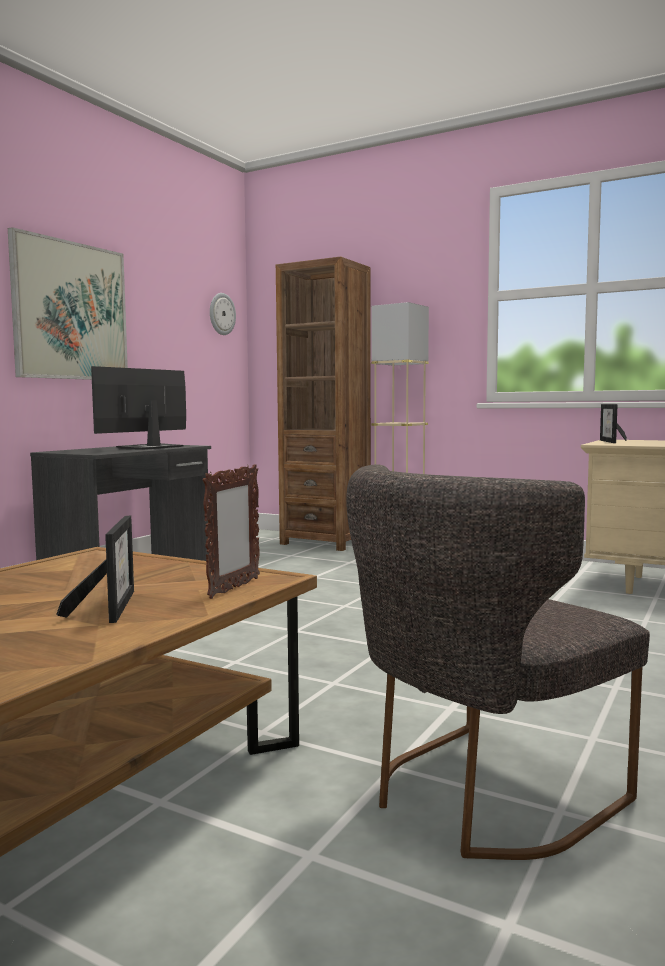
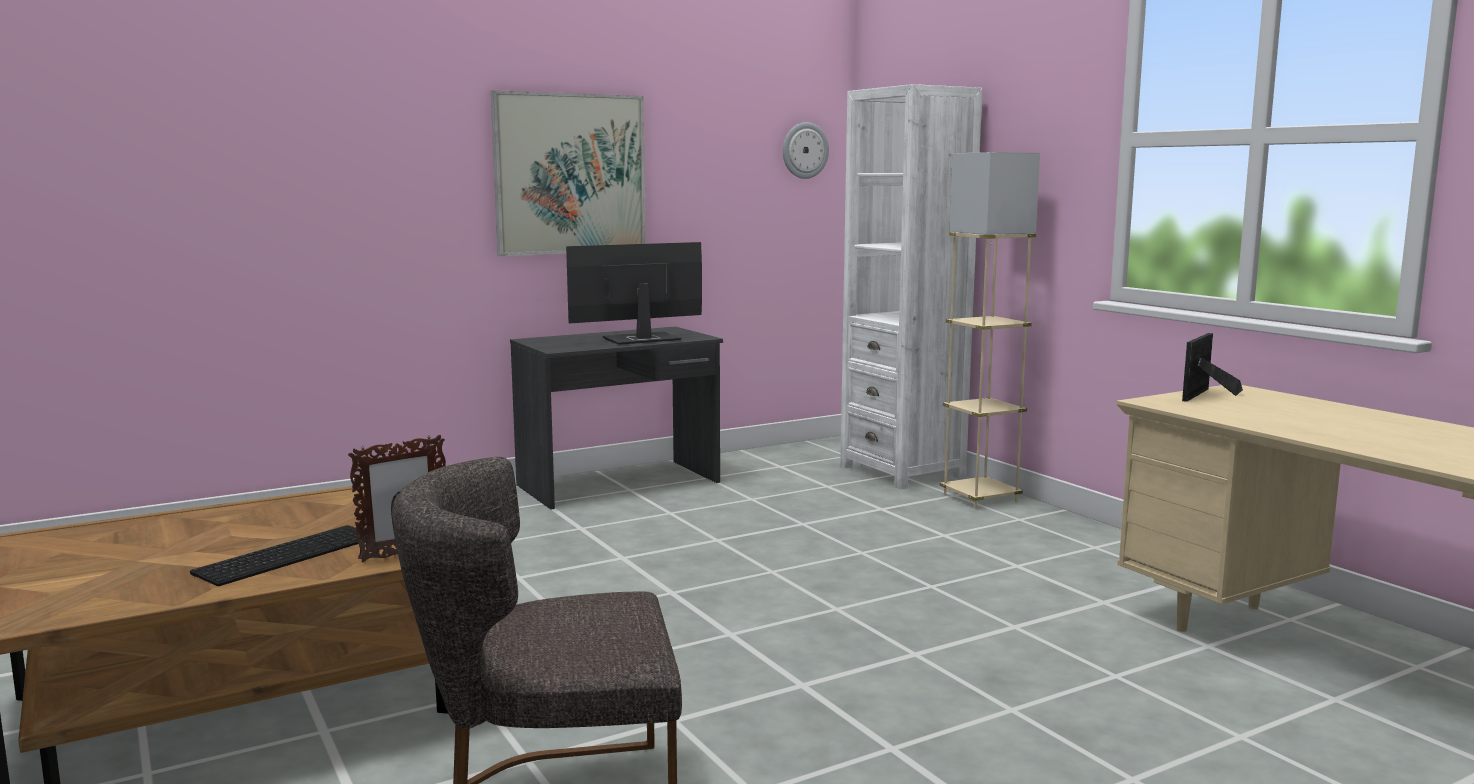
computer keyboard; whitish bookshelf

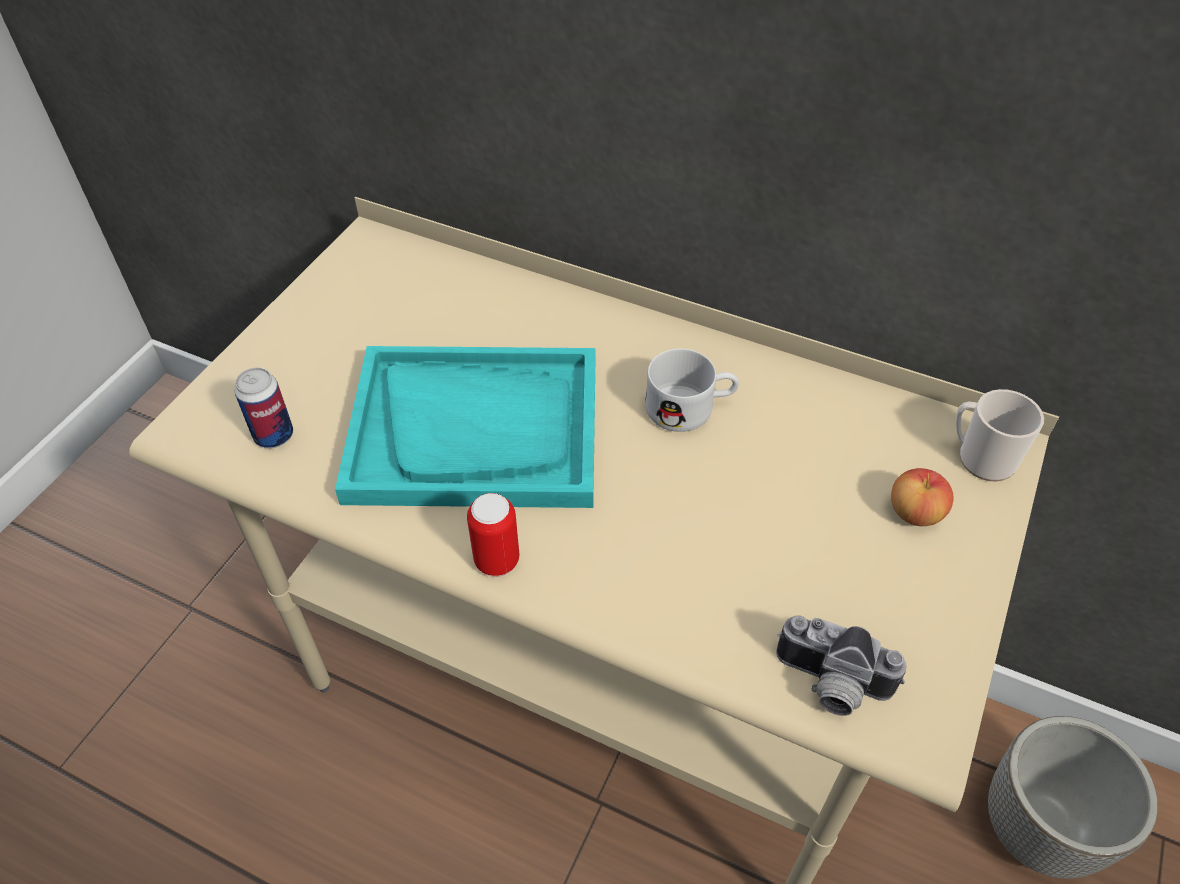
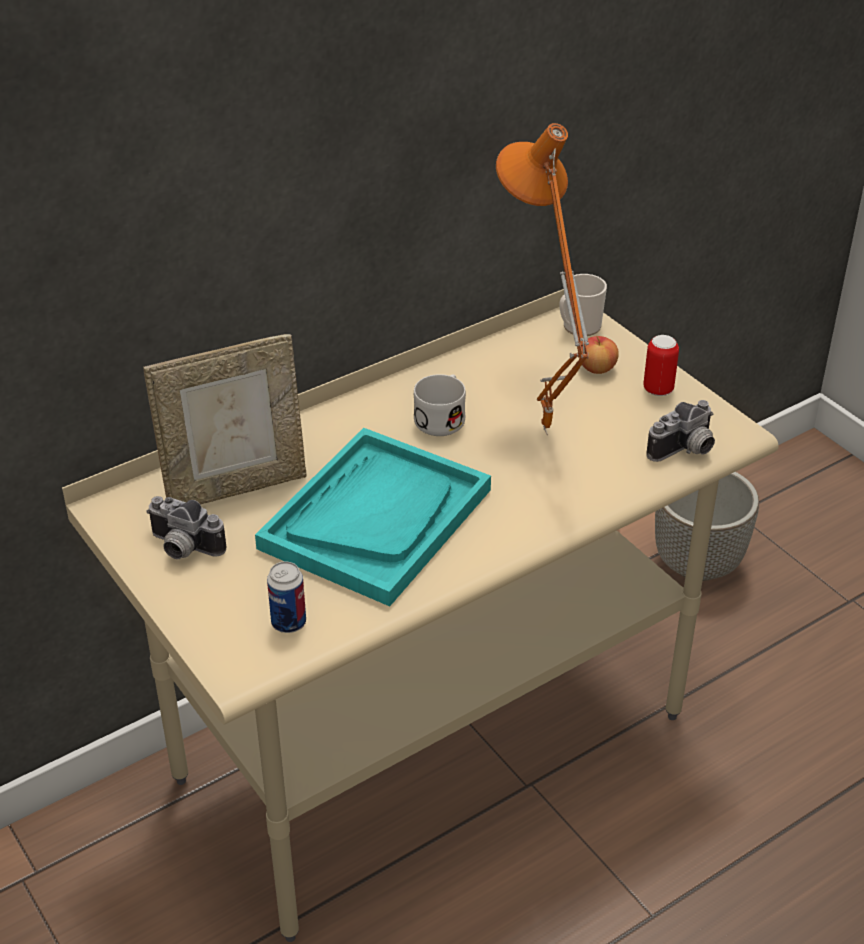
picture frame; still camera (1st from left); orange table lamp; sealed can (2nd from left)

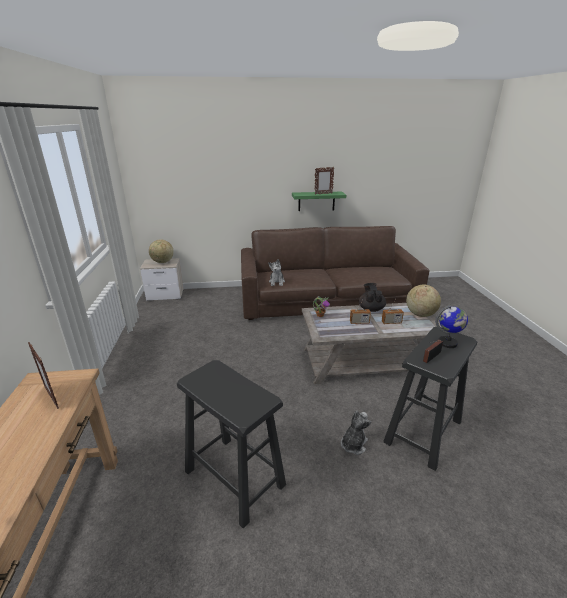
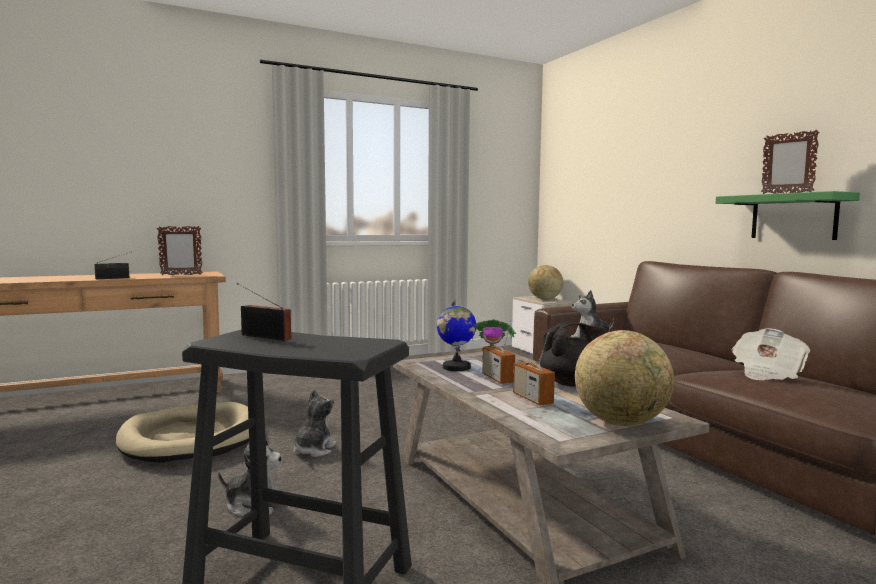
radio set (1st from left); sand-coloured dog bed; picture frame (1st from left); cuddly toy (2nd from left); globe (1st from left); daily paper

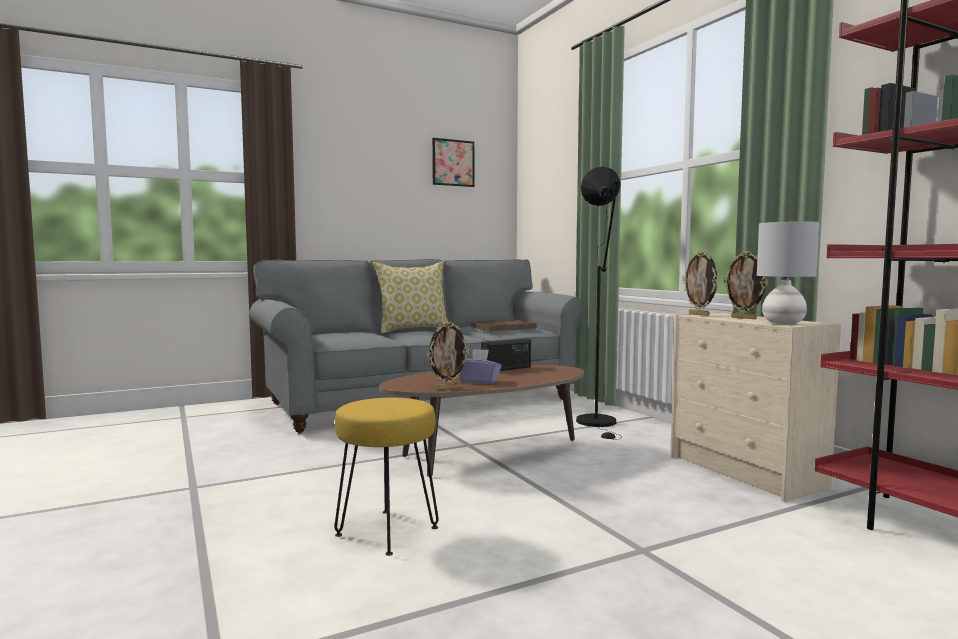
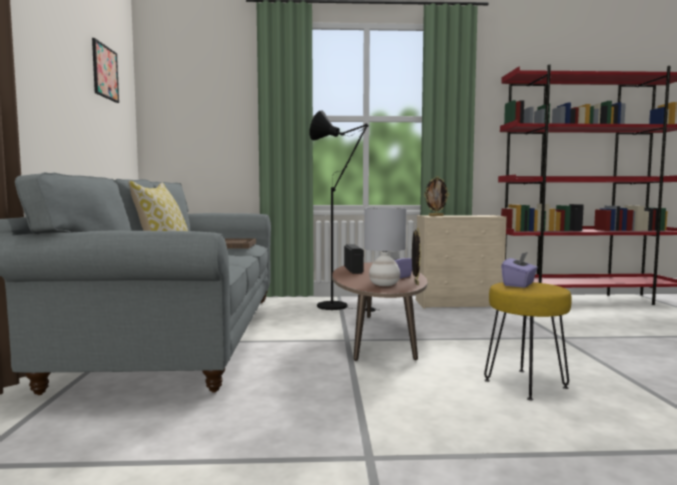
gray table lamp; purple tissue holder (2nd from left); picture frame (3rd from left in the first image)

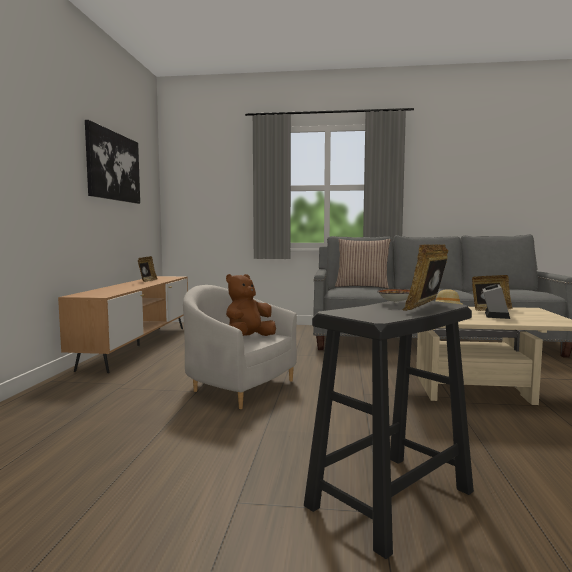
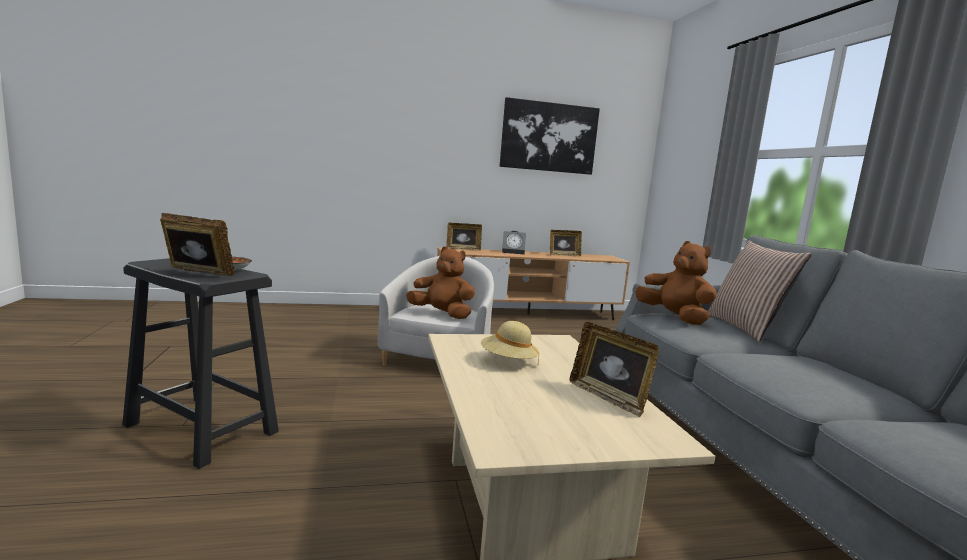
picture frame (2nd from left); bedside clock; brown cuddly toy (2nd from left)

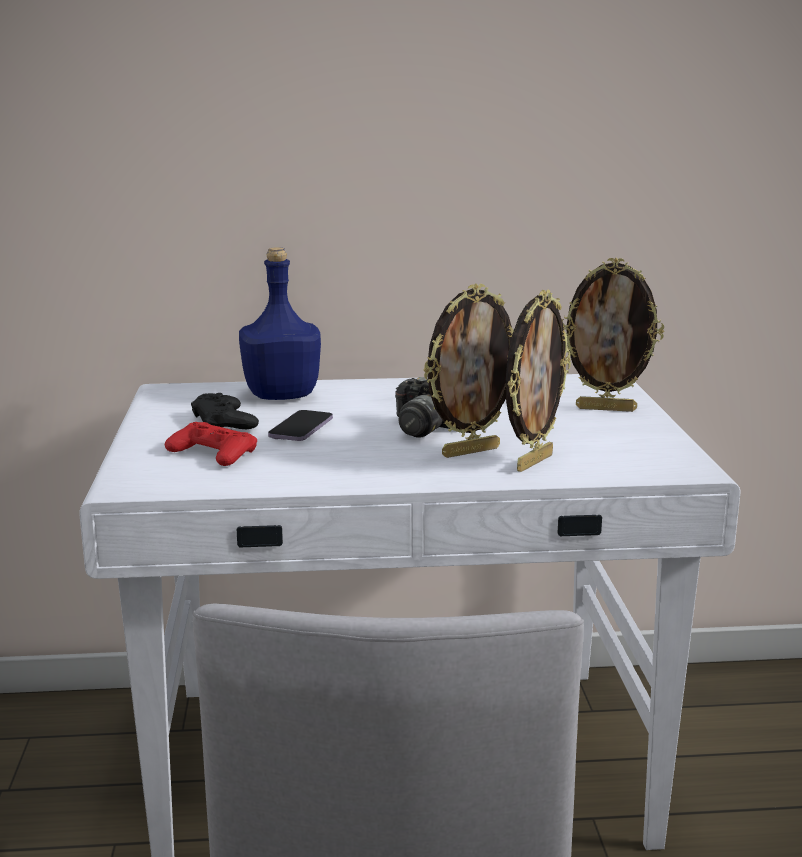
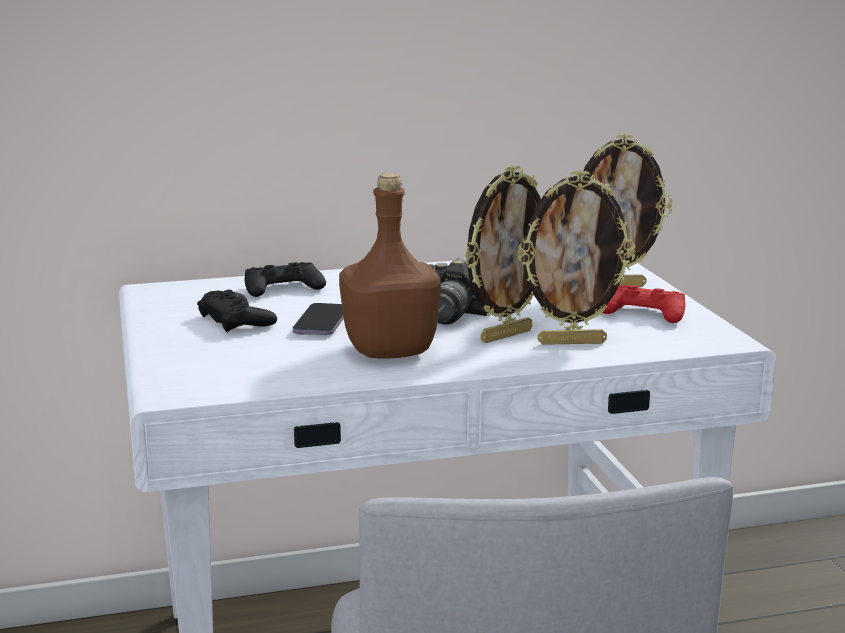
blackish joypad (2nd from left); brown drink bottle; picture frame (2nd from left); red-coloured joypad

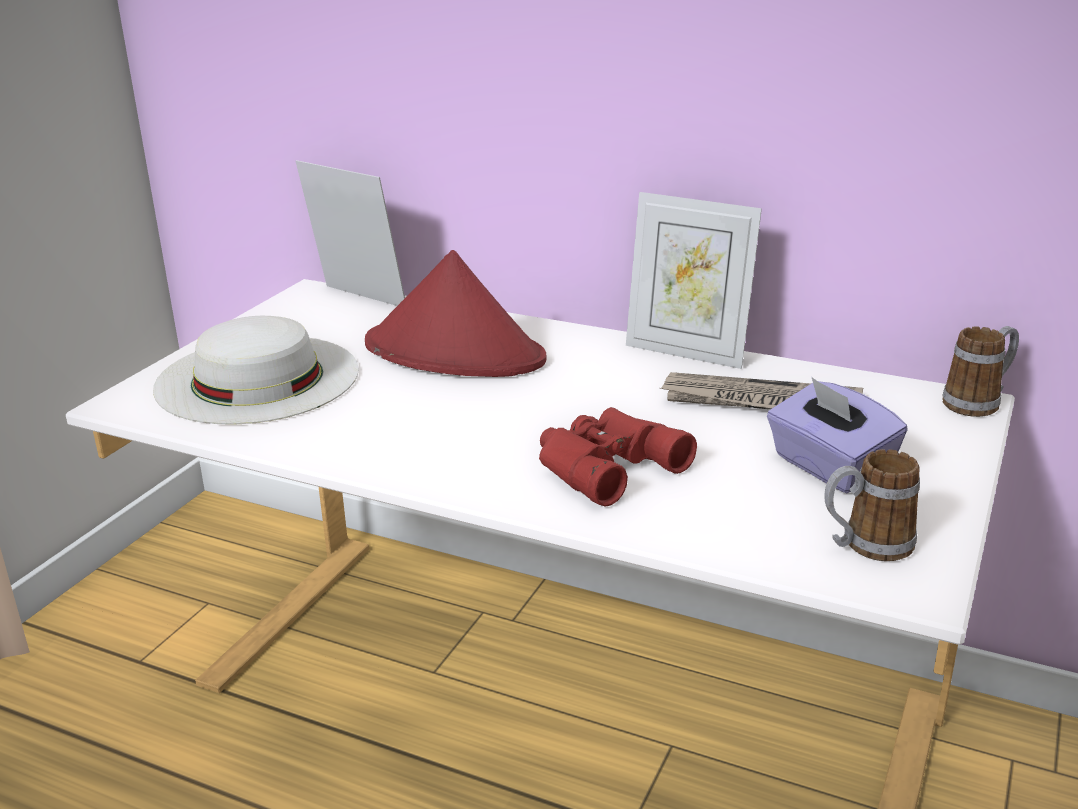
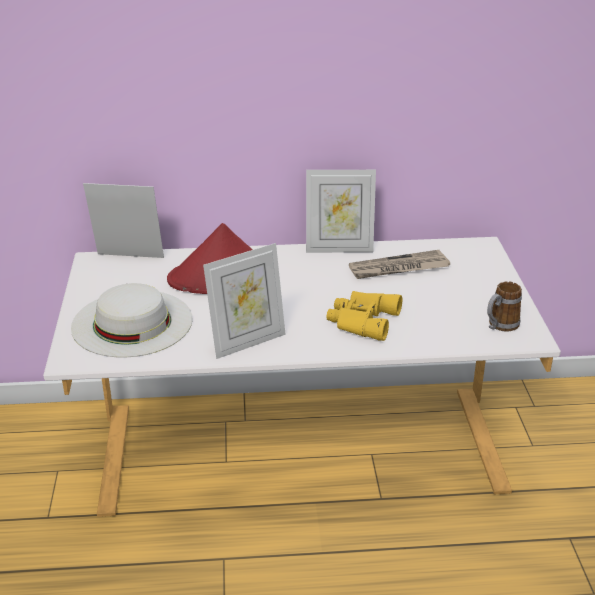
picture frame (2nd from left); yellowish field glasses; purple tissue holder; mug (2nd from left in the first image)

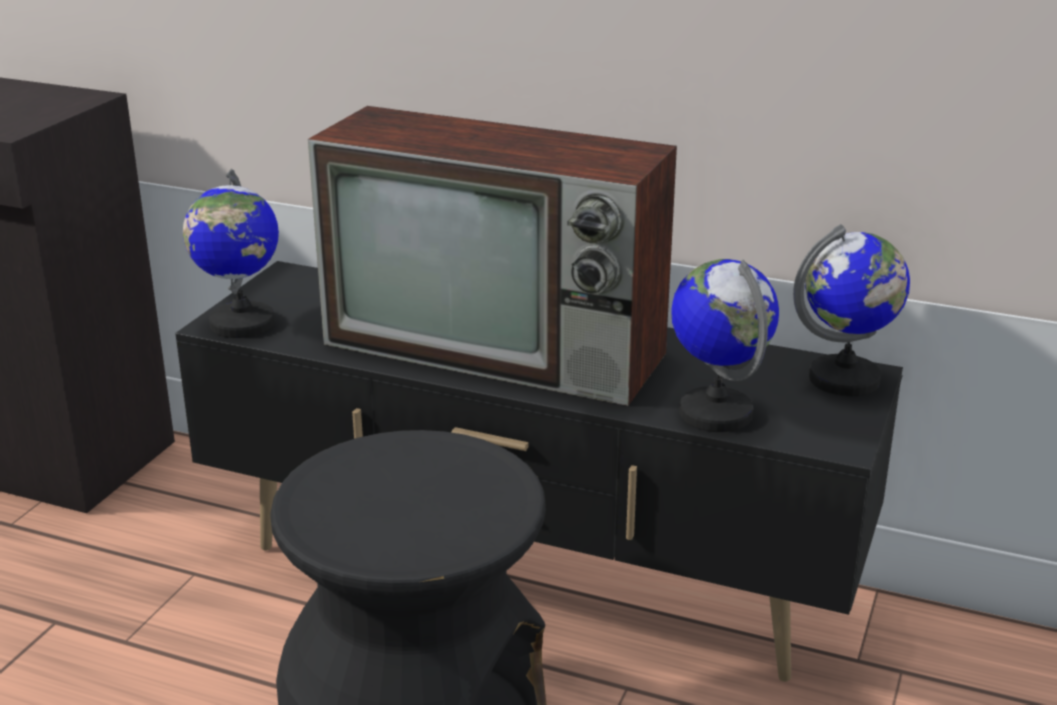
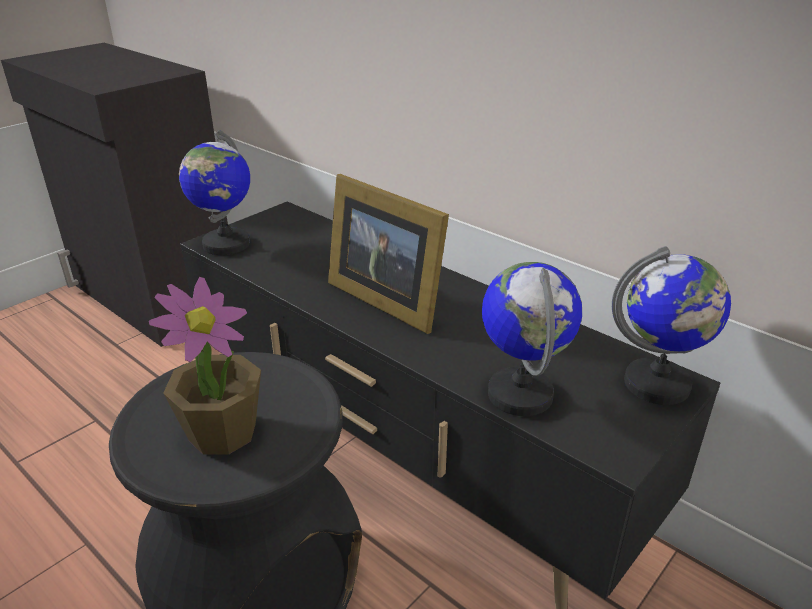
plant in a pot; picture frame

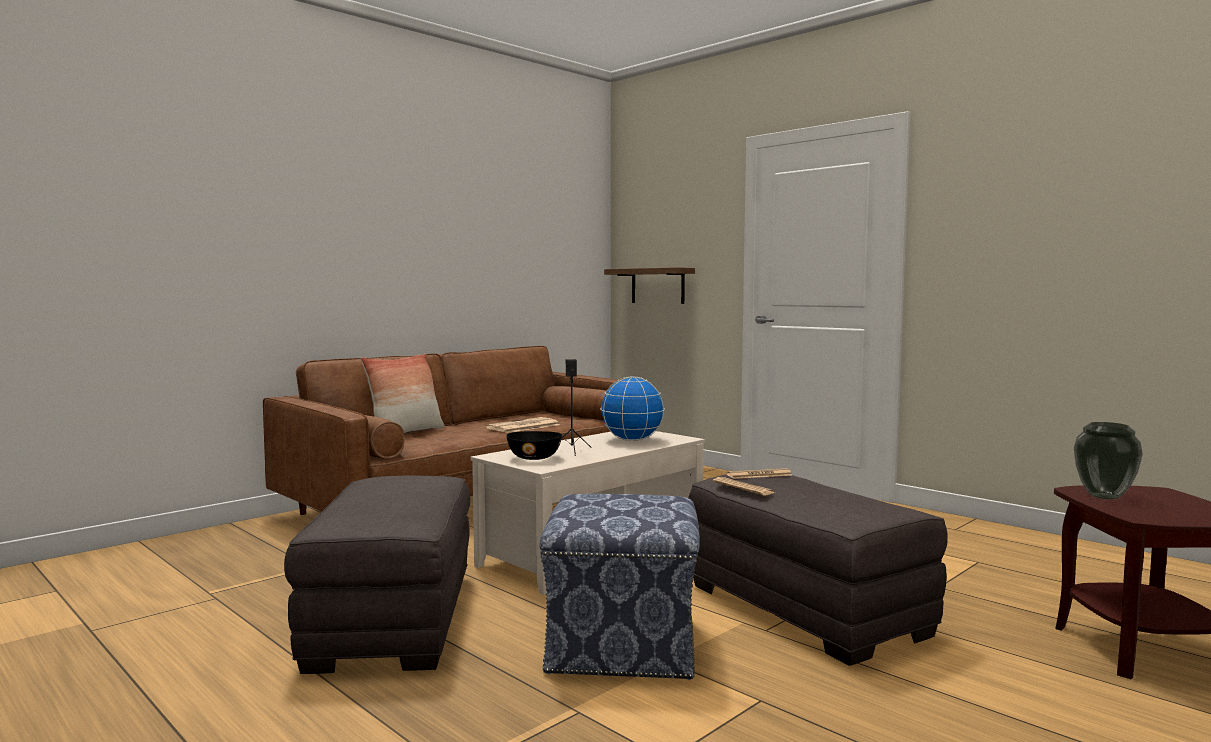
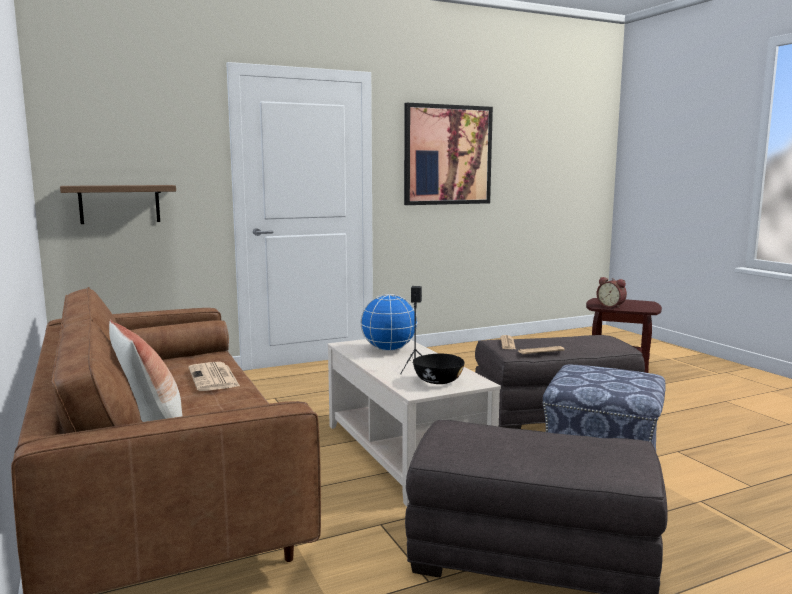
picture; bedside clock

